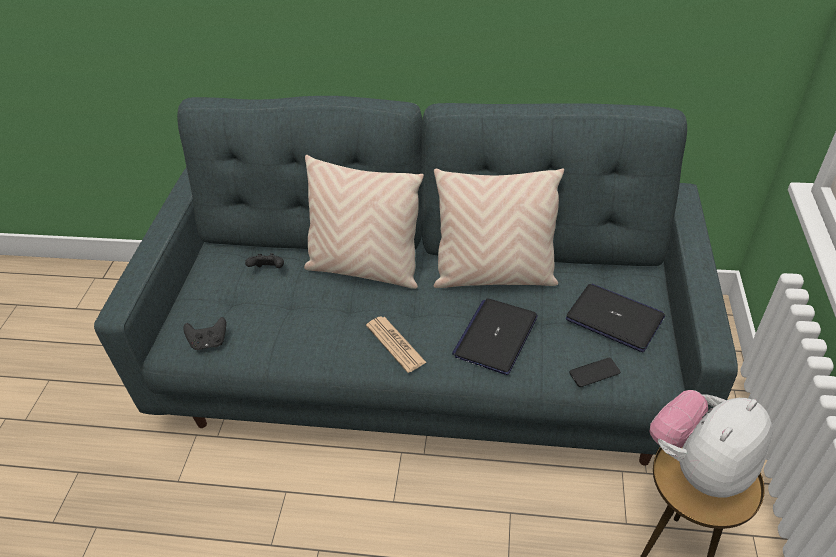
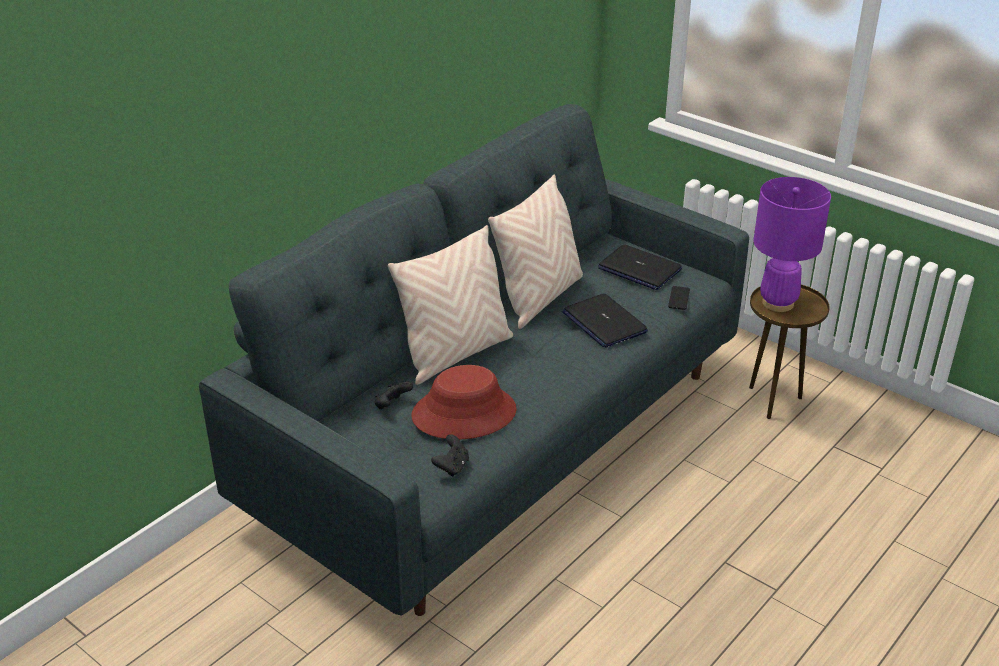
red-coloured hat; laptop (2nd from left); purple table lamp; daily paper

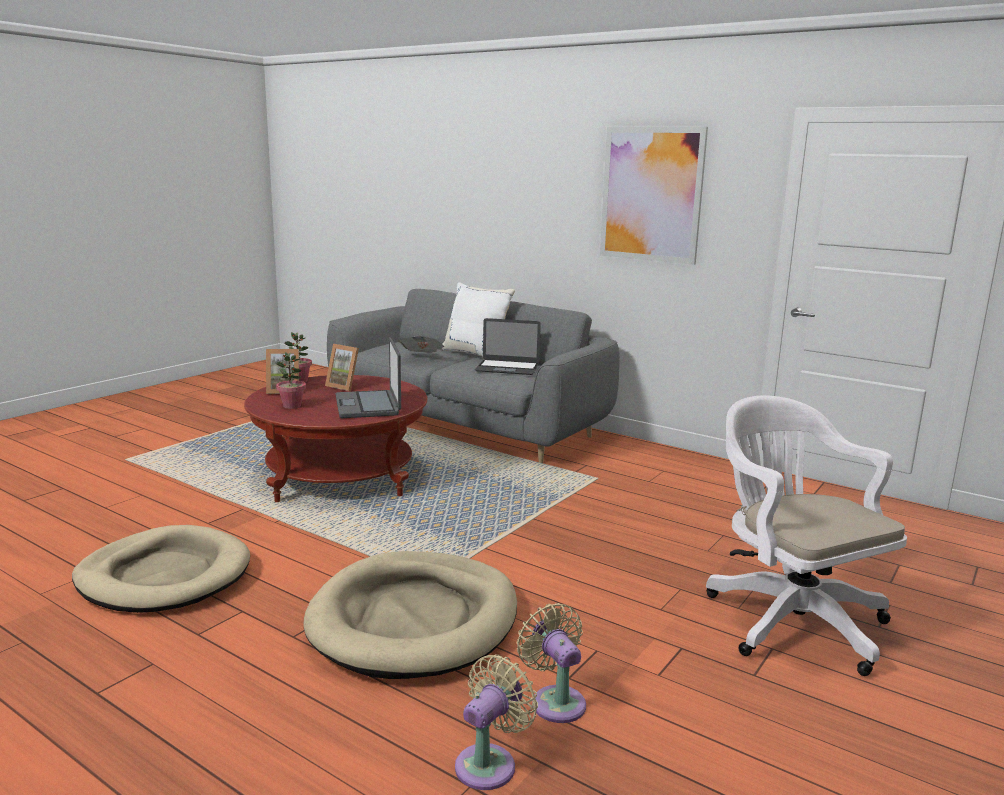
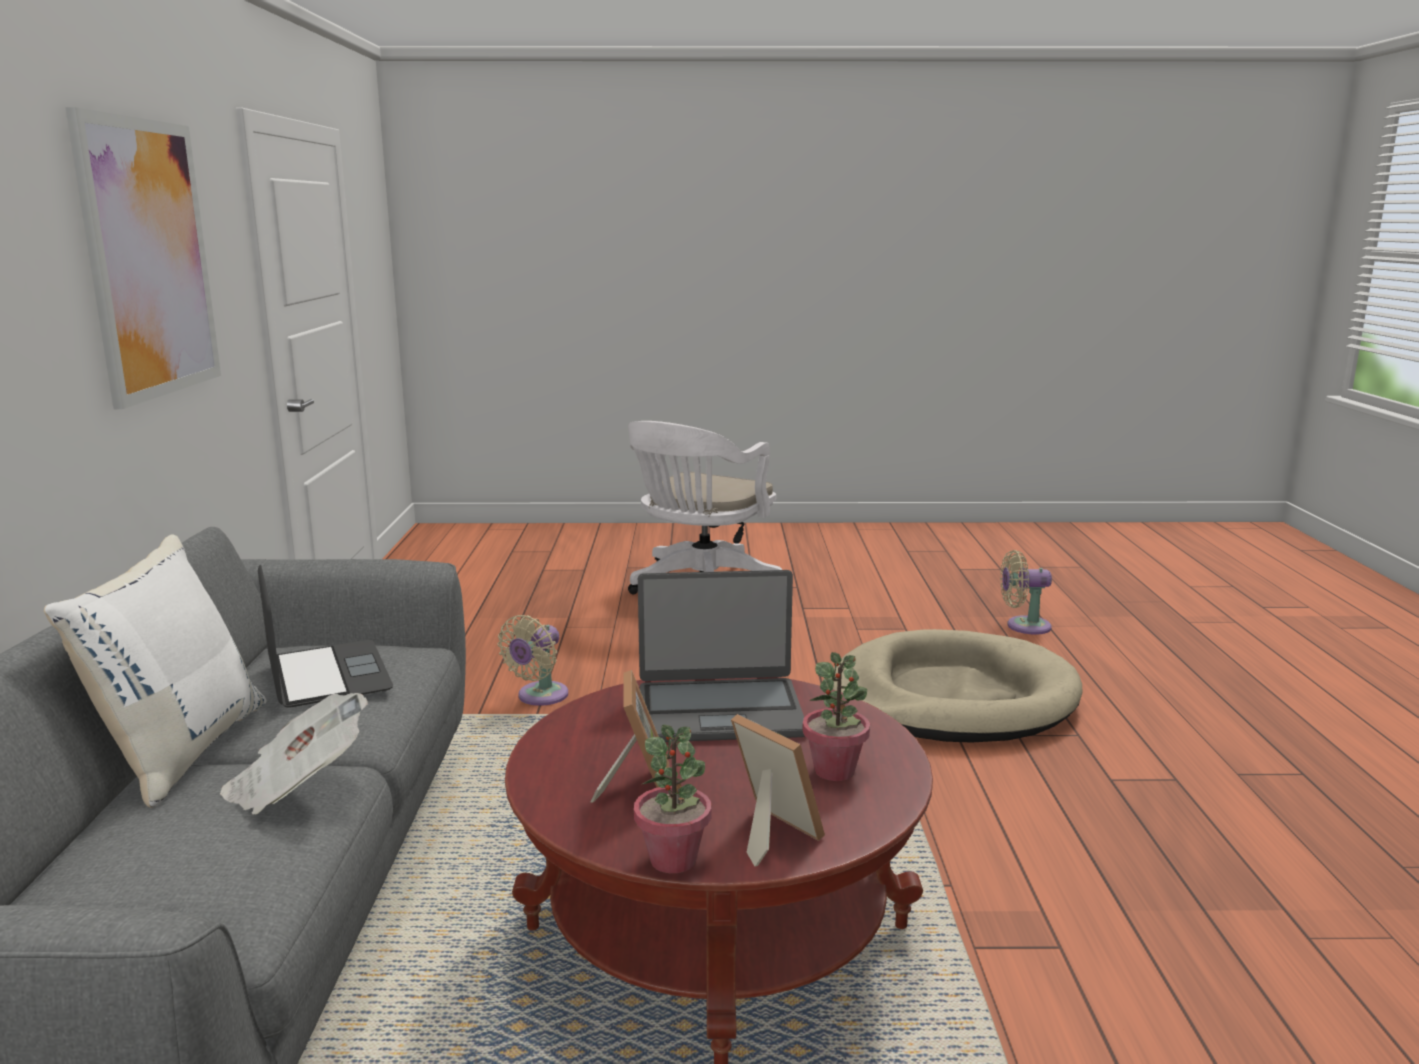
sand-coloured electric fan (1st from left); laptop (2nd from left); sand-coloured dog bed (1st from left in the first image)

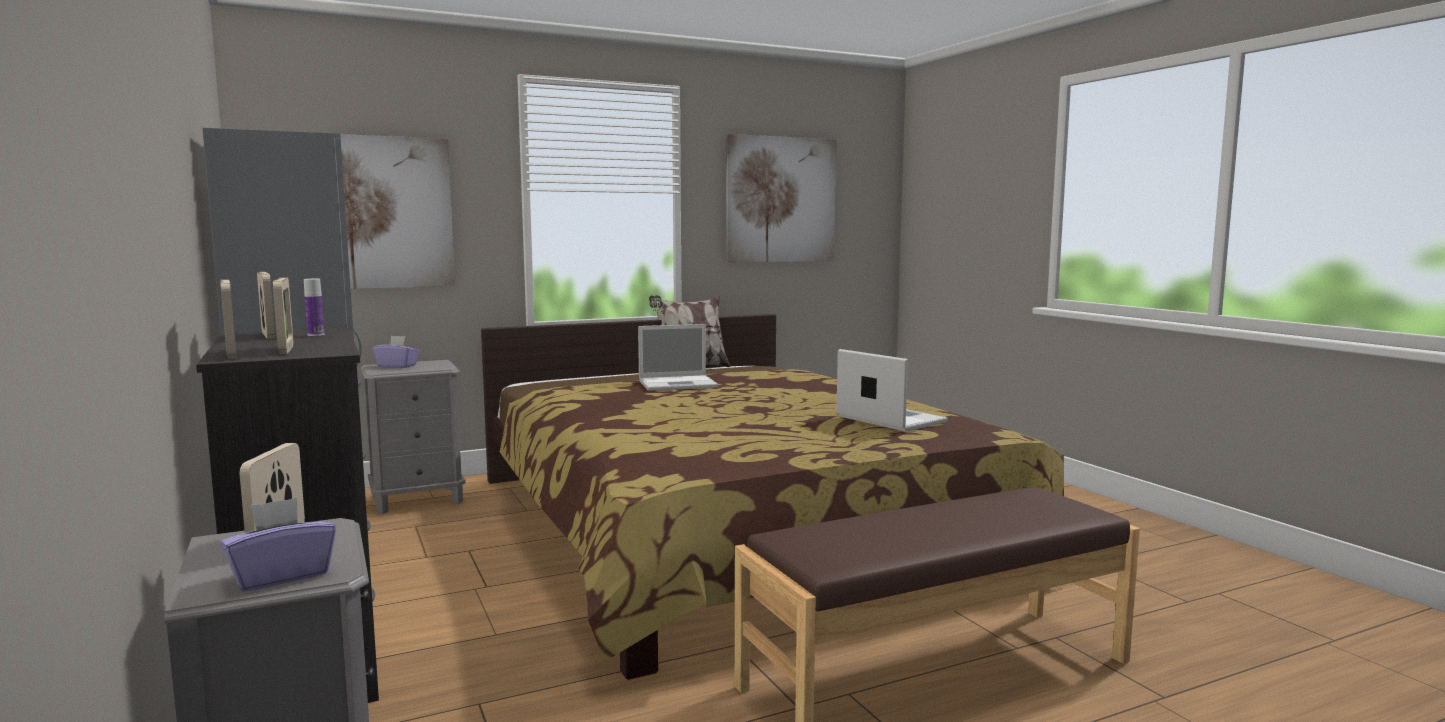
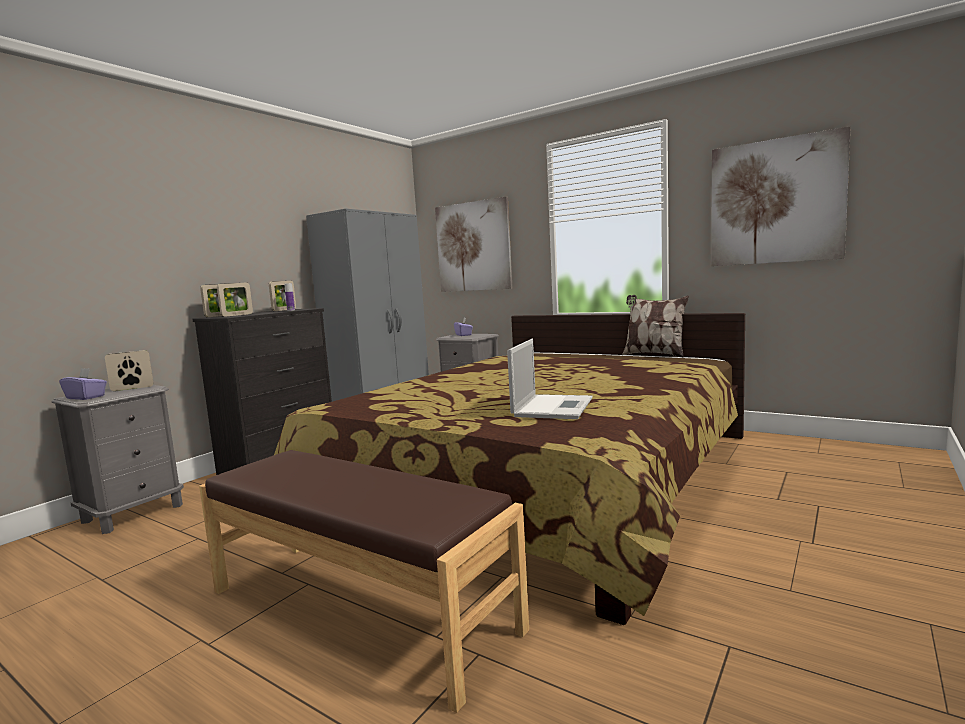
laptop (1st from left in the first image)

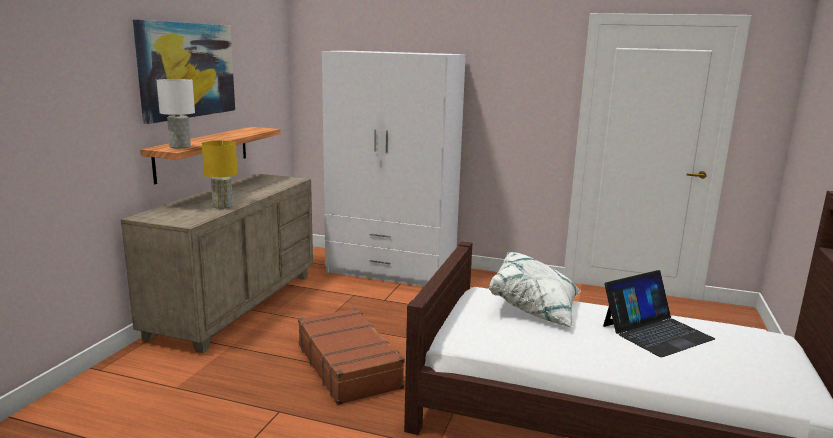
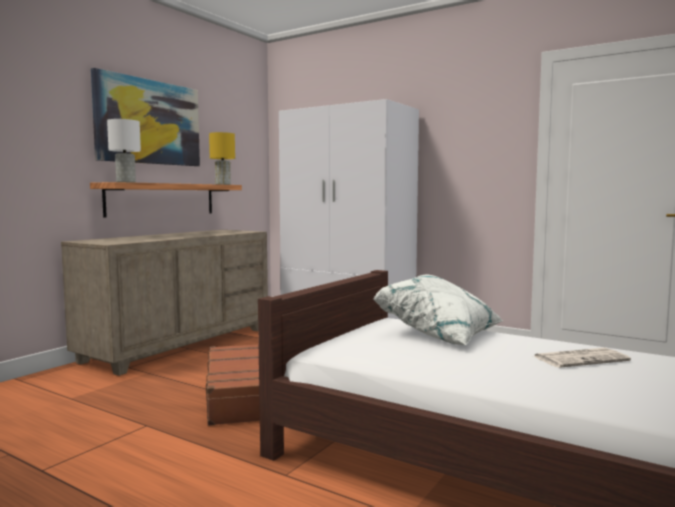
yellowish table lamp; daily paper

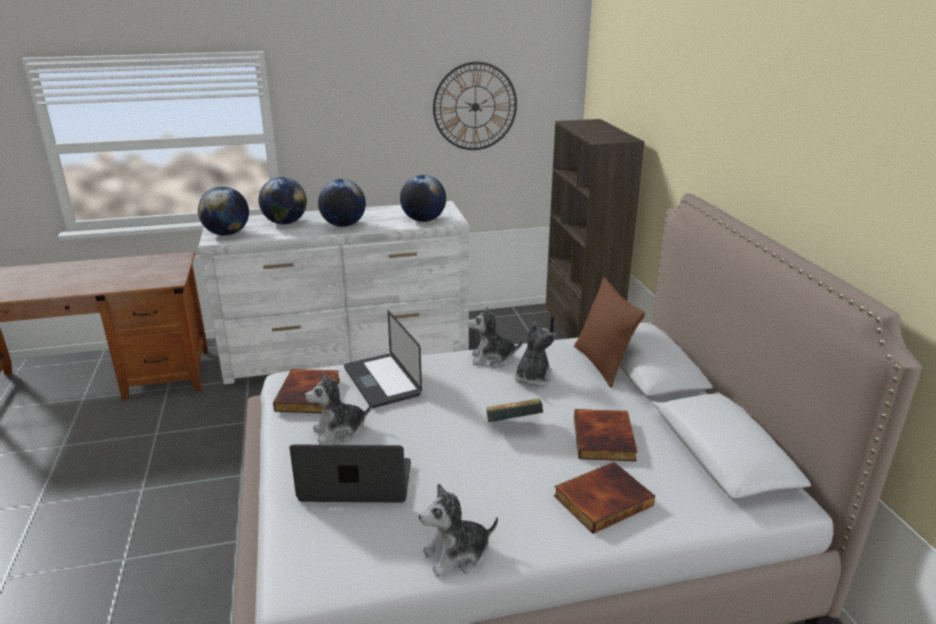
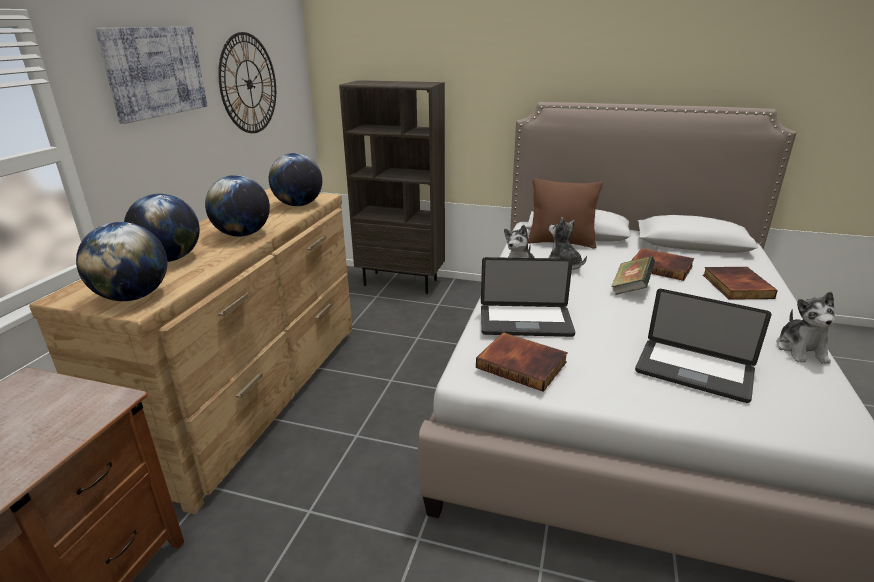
brown chest of drawers; picture; laptop (2nd from left); cuddly toy (1st from left in the first image)

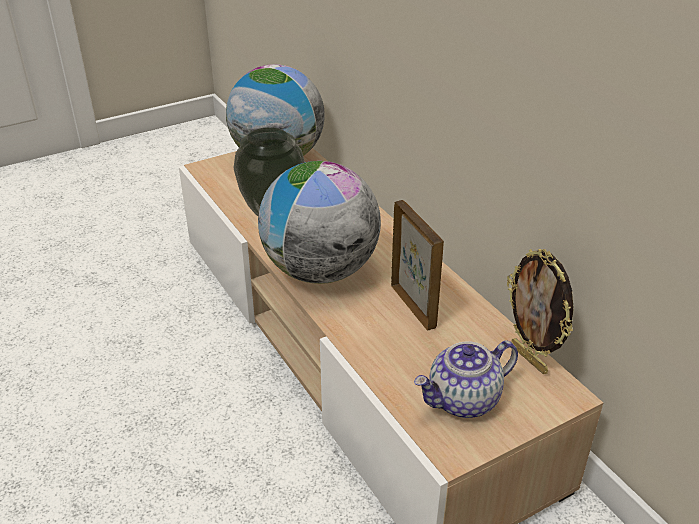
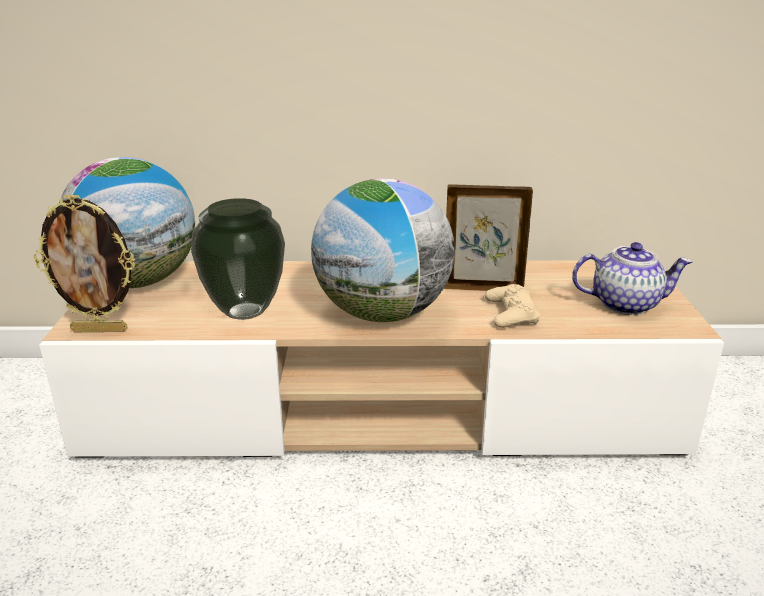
picture frame (1st from left); sand-coloured joypad; tea pot

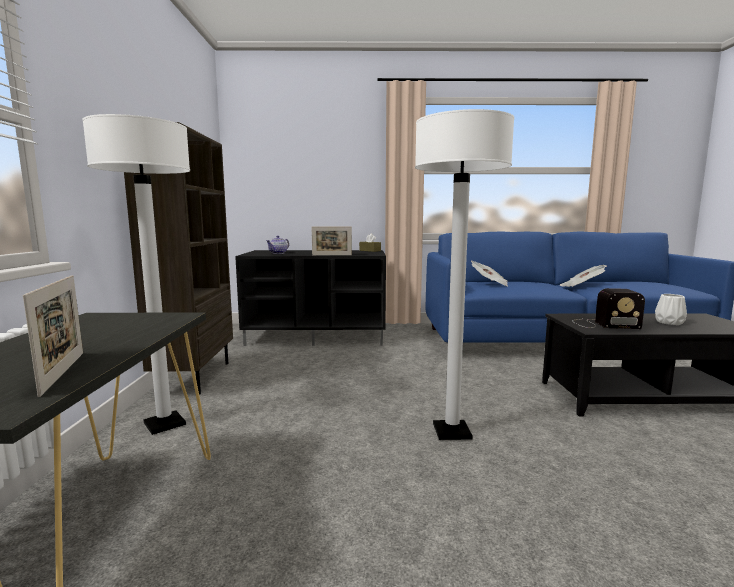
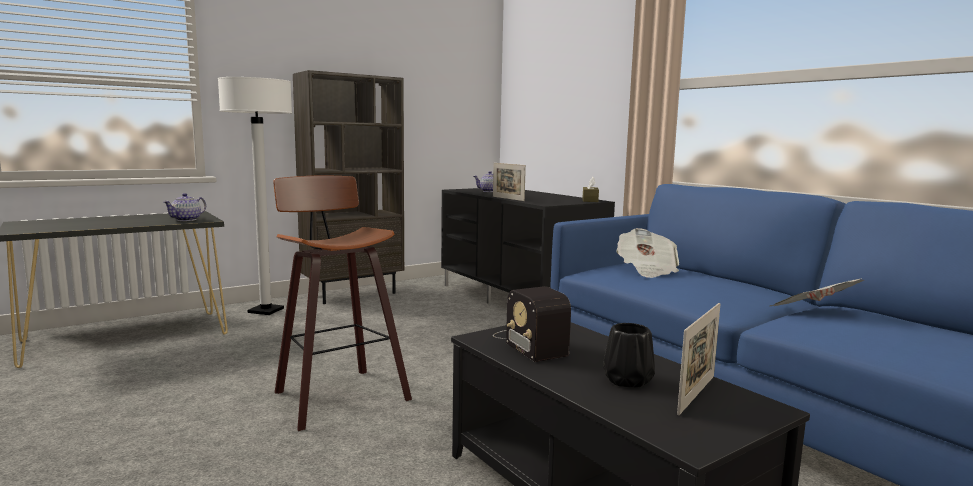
tea pot (1st from left); stool seat; blackish vase; picture frame (2nd from left)

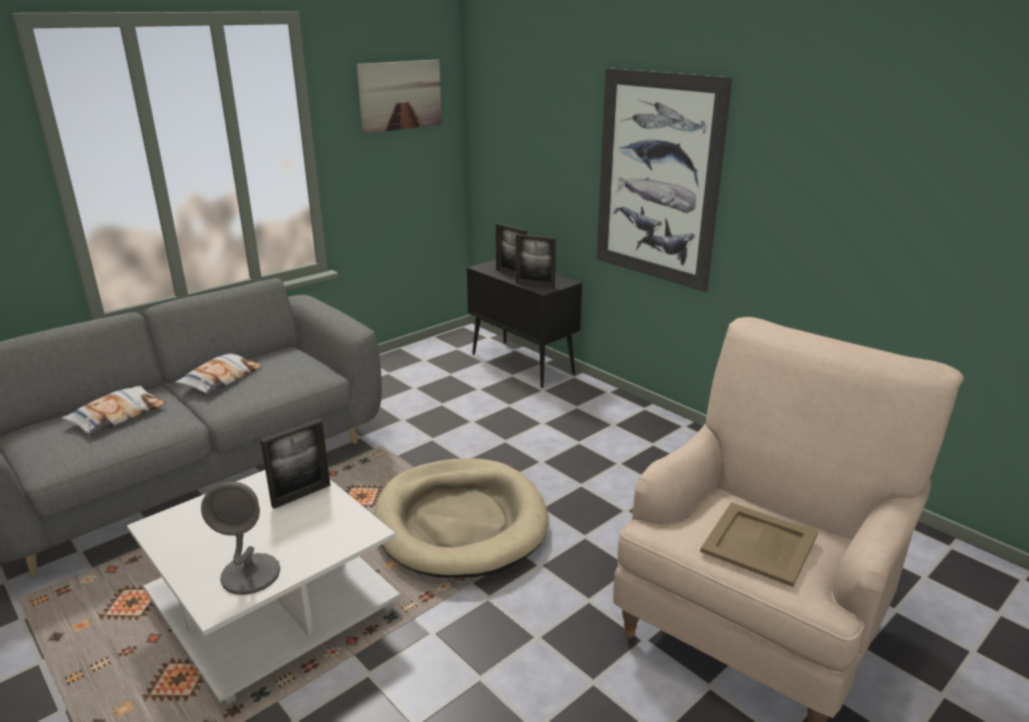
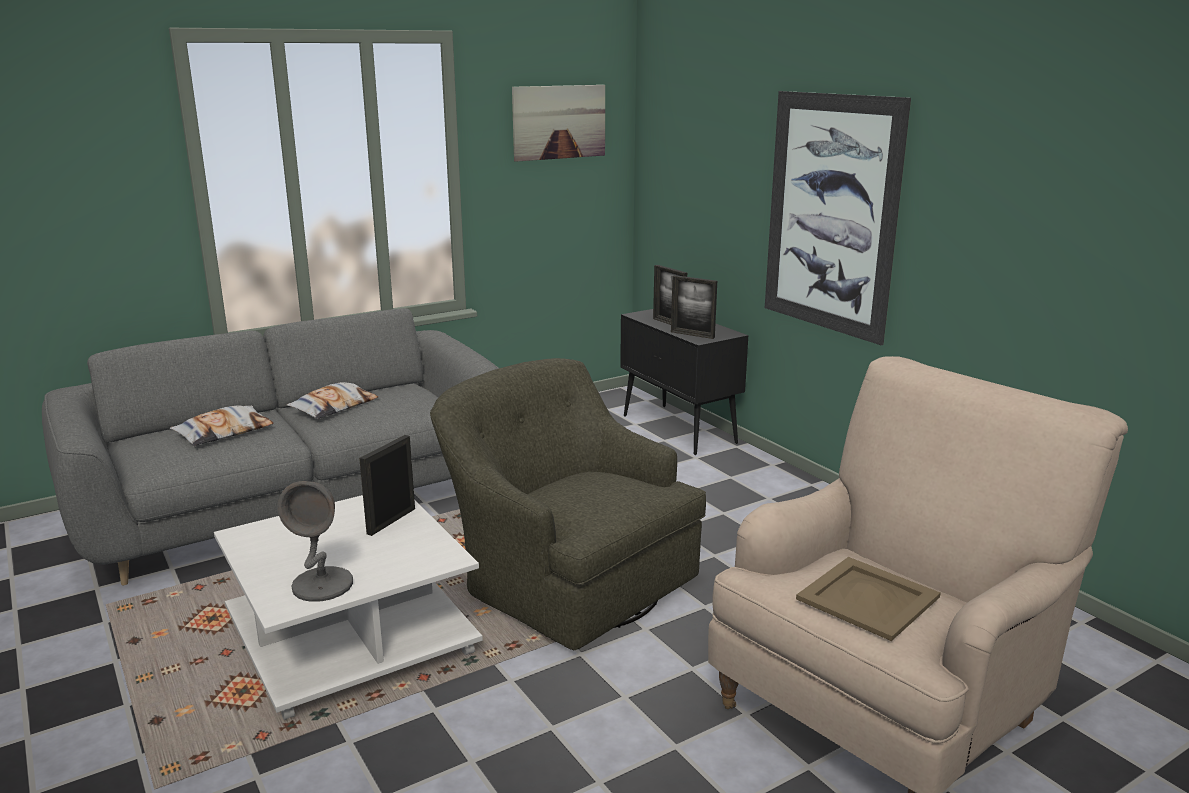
picture frame (1st from left); green armchair

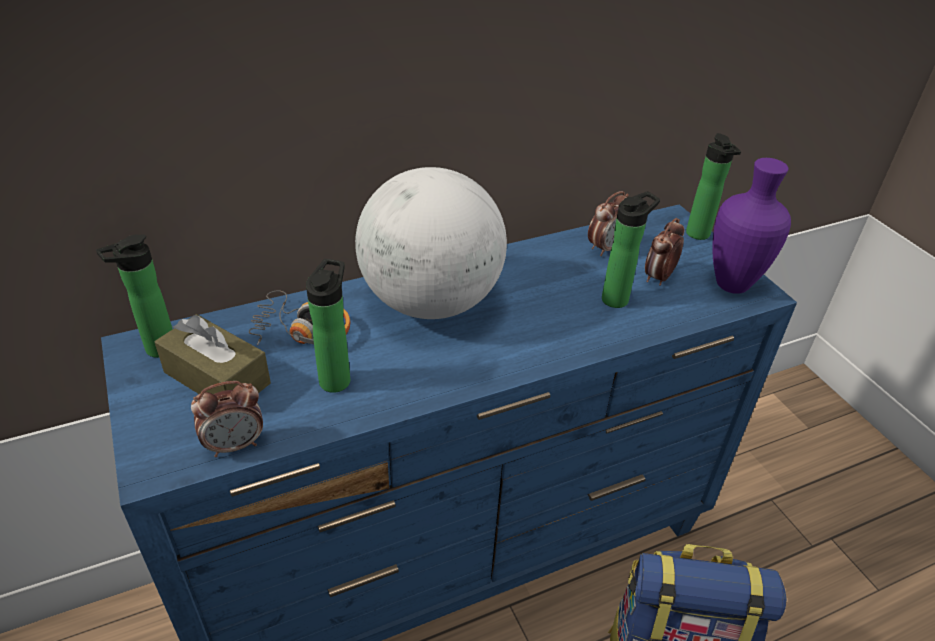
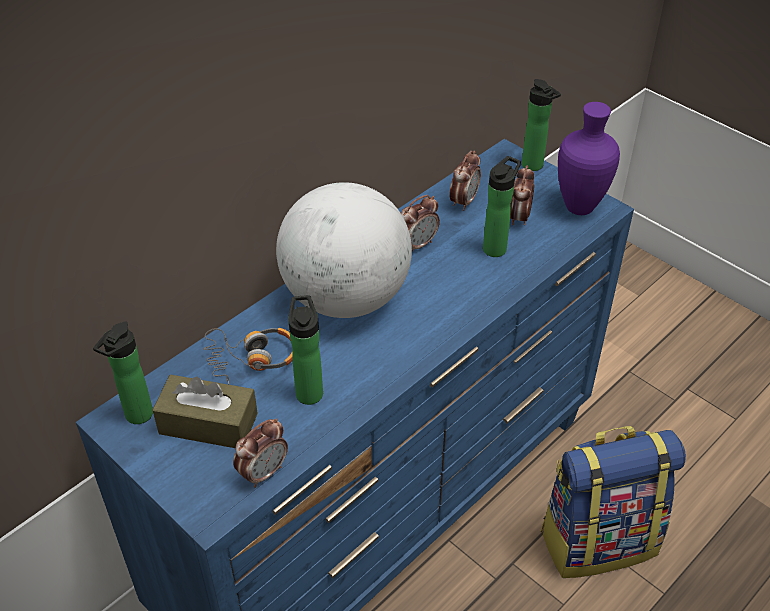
bedside clock (2nd from left)

